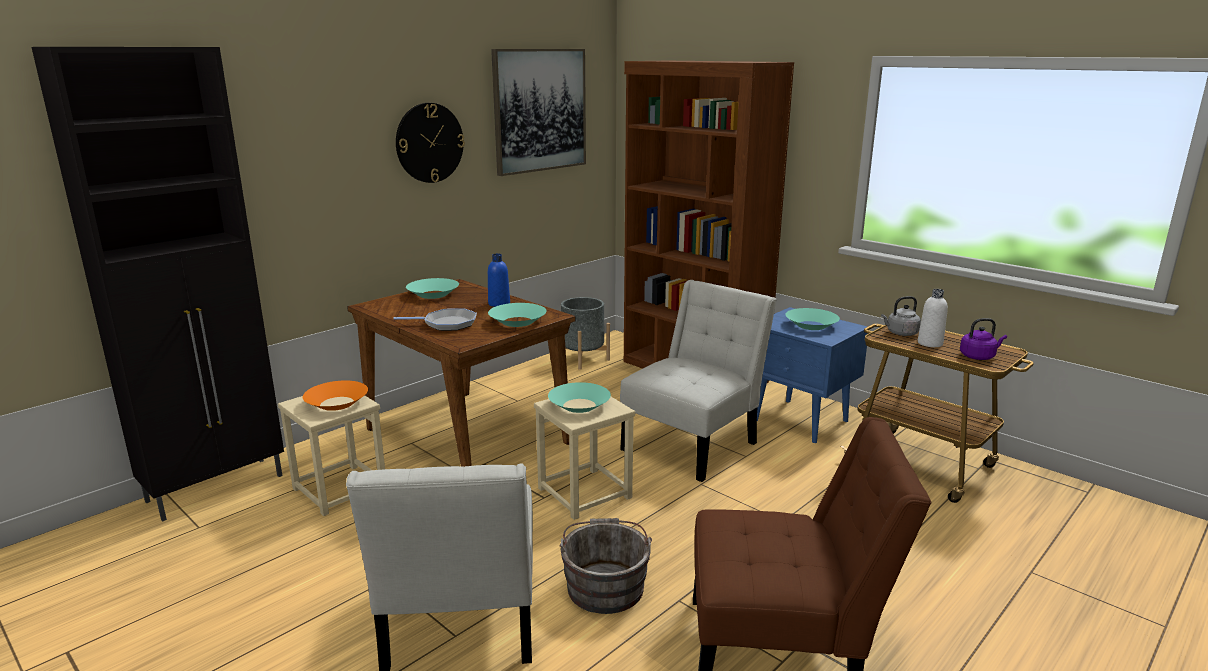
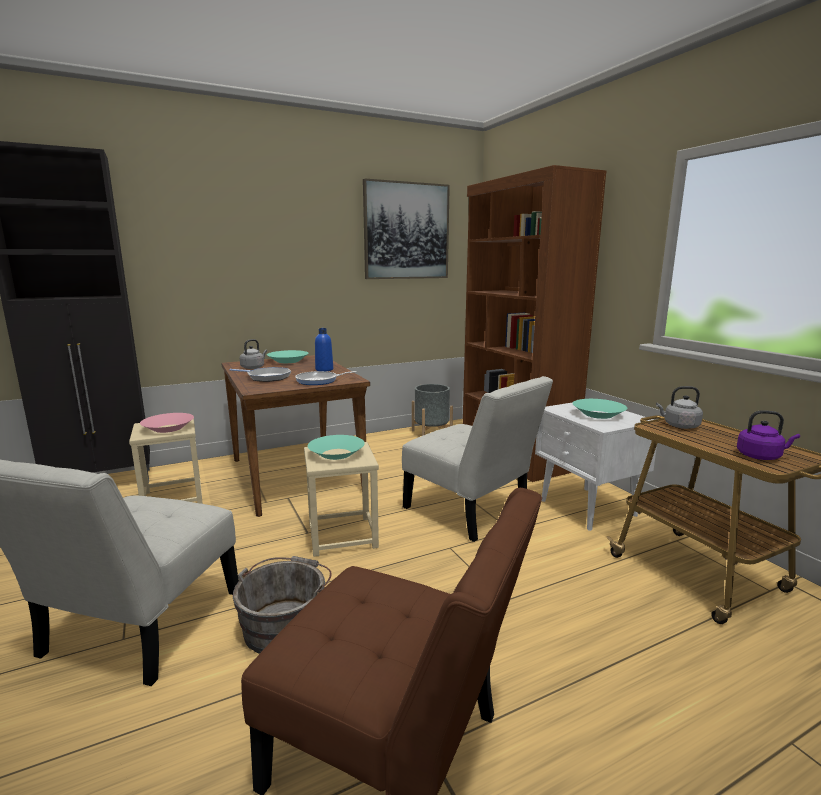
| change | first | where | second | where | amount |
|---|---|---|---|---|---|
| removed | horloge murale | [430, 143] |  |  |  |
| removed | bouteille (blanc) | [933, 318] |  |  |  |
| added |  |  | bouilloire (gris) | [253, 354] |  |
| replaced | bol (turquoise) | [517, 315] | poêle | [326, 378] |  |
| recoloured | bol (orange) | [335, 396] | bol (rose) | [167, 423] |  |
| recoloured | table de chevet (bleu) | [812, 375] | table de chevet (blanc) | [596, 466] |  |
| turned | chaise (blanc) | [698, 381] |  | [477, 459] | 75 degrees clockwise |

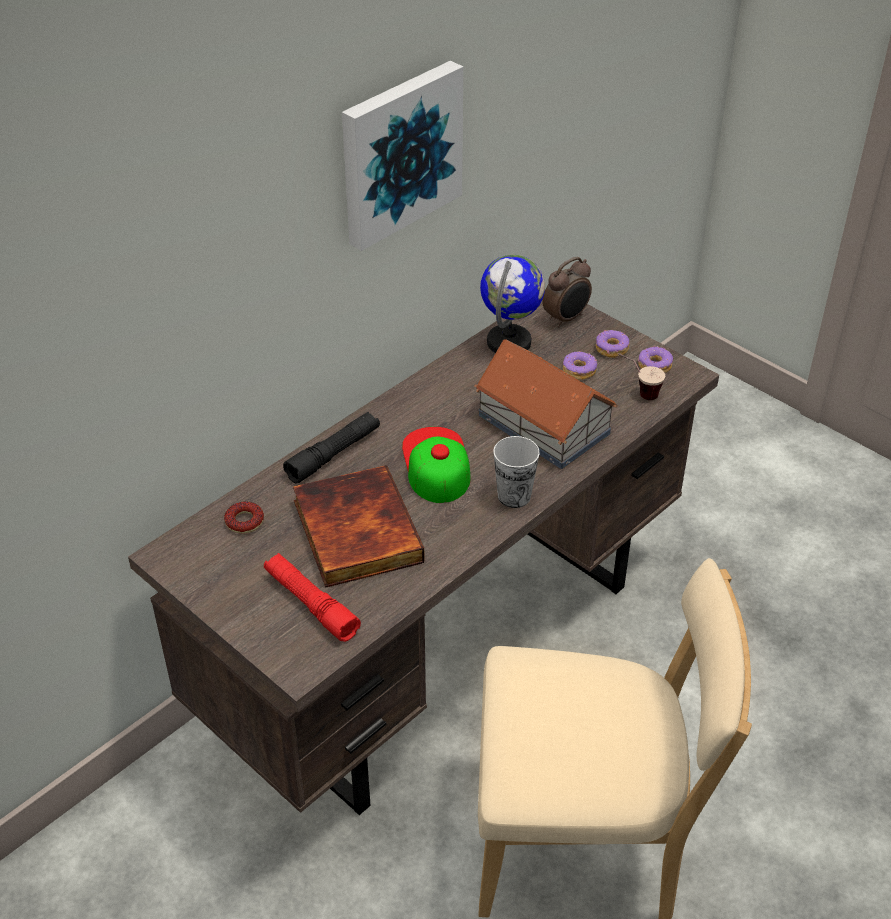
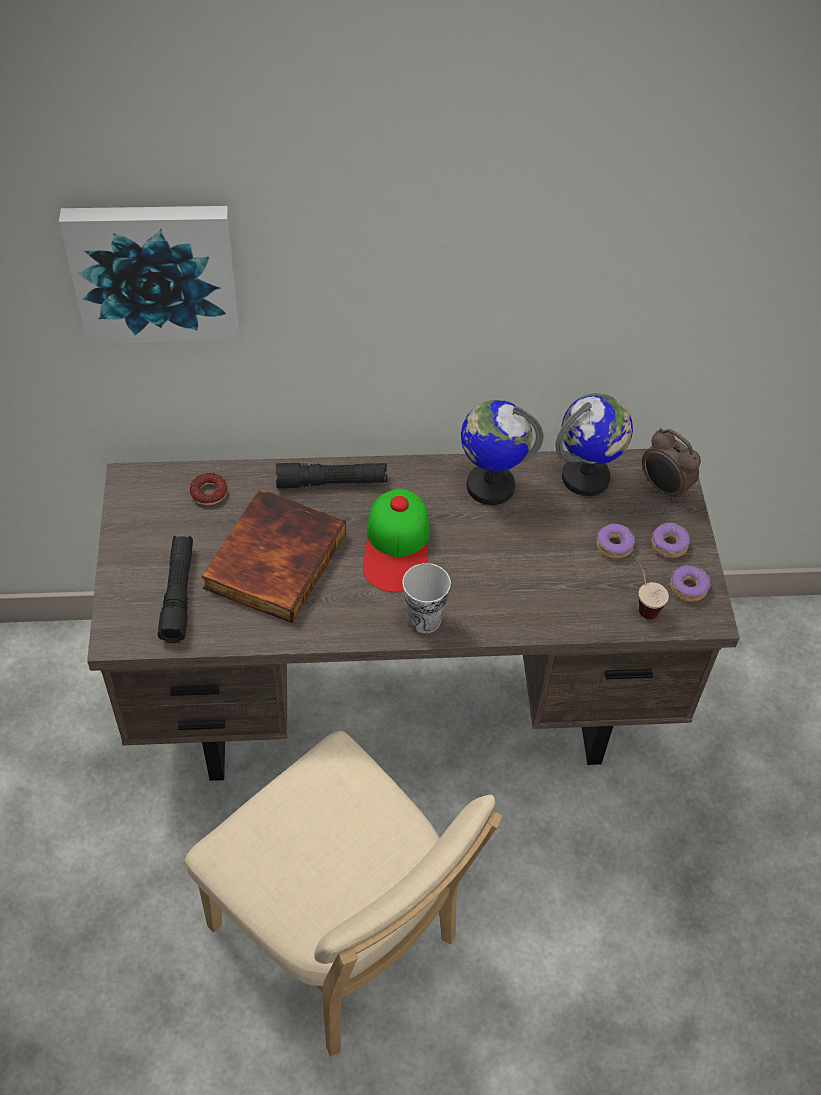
| change | first | where | second | where | amount |
|---|---|---|---|---|---|
| removed | maison miniature | [545, 404] |  |  |  |
| added |  |  | globe | [502, 452] |  |
| moved | tableau | [402, 156] |  | [149, 274] |  |
| recoloured | lampe de poche (rouge) | [312, 597] | lampe de poche (noir) | [175, 589] |  |
| turned | casquette | [436, 465] |  | [396, 540] | 150 degrees clockwise |
| turned | réveil | [567, 292] |  | [671, 465] | 45 degrees clockwise |

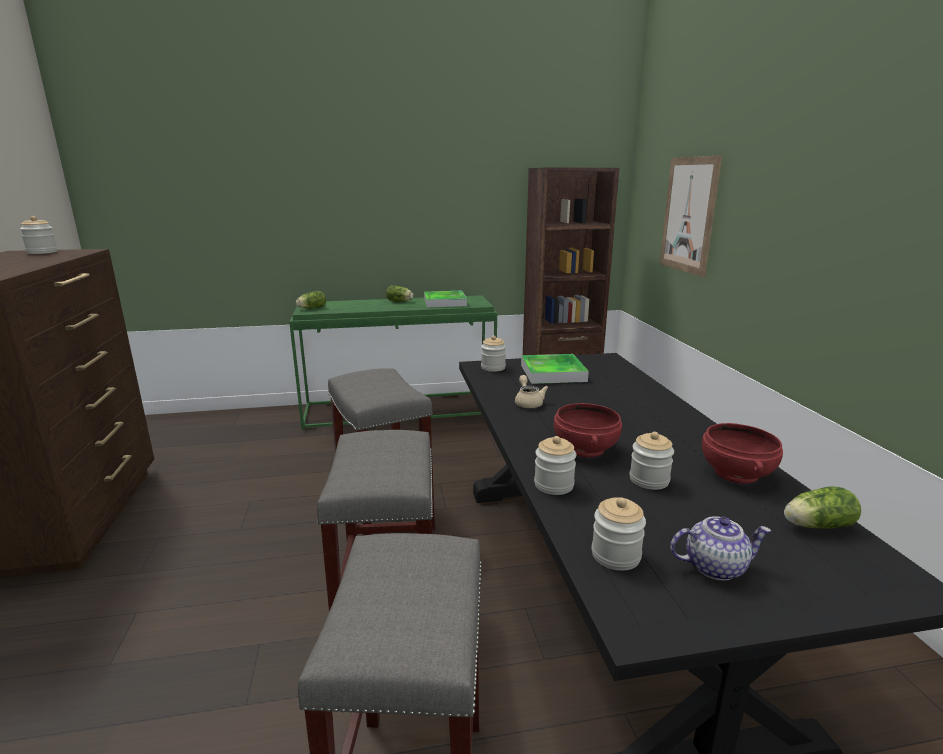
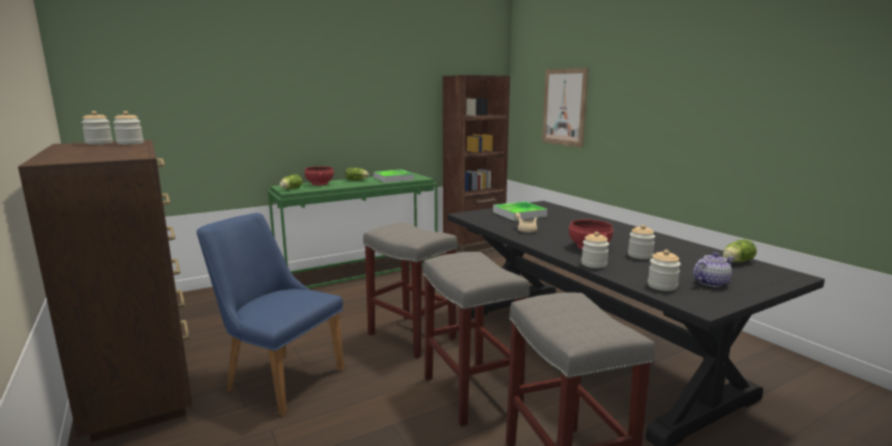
| change | first | where | second | where | amount |
|---|---|---|---|---|---|
| added |  |  | chaise (bleu) | [270, 314] |  |
| moved | bocal | [493, 353] |  | [128, 128] |  |
| moved | bol (rouge) | [742, 453] |  | [319, 176] |  |

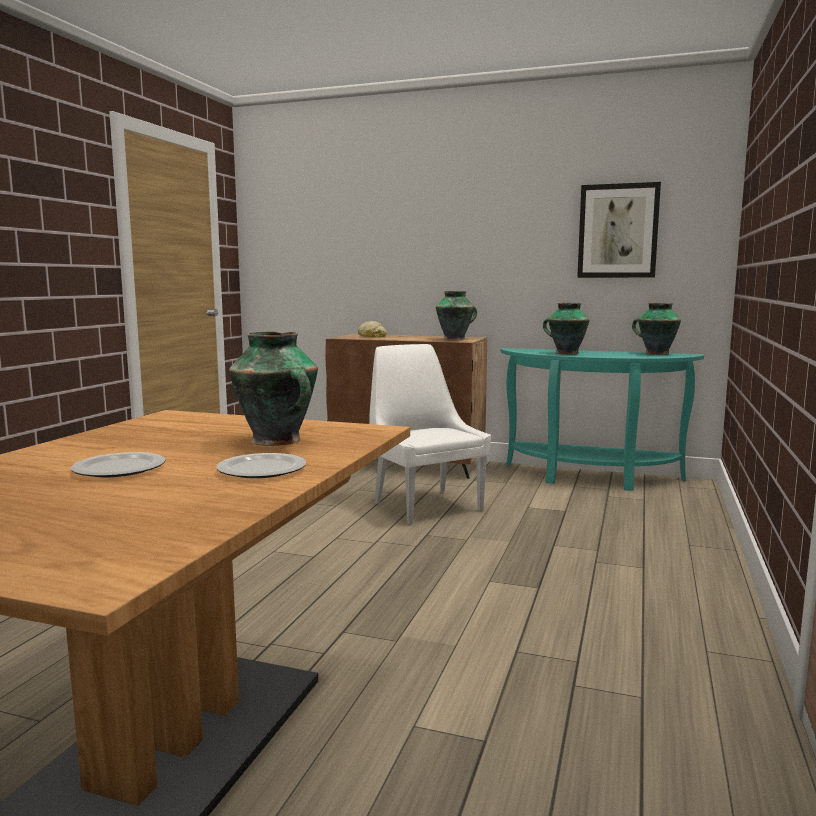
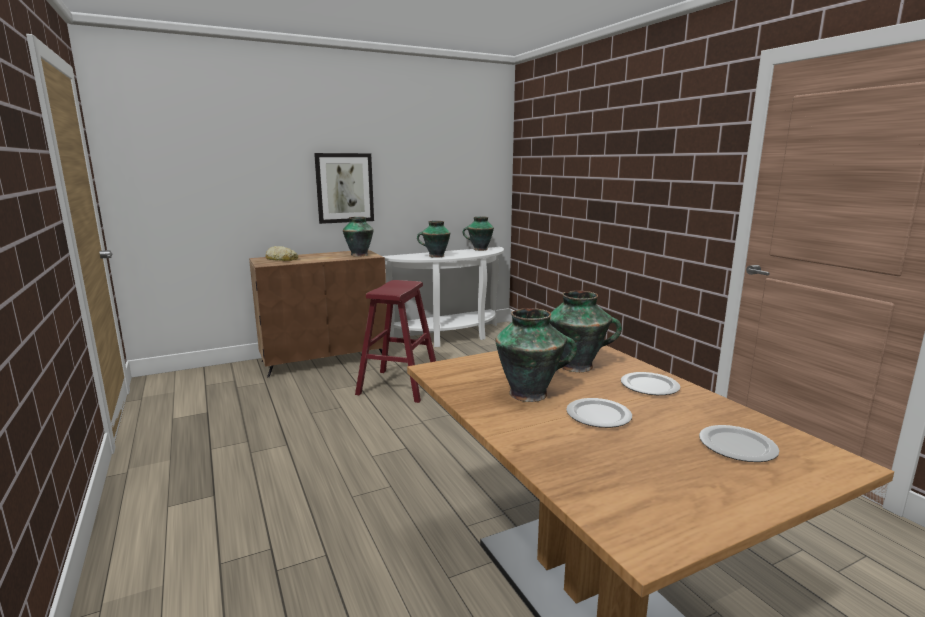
| change | first | where | second | where | amount |
|---|---|---|---|---|---|
| added |  |  | vase | [536, 355] |  |
| added |  |  | assiette | [739, 443] |  |
| moved | tableau | [619, 230] |  | [344, 188] |  |
| replaced | chaise (blanc) | [430, 434] | tabouret (rouge) | [395, 341] |  |
| recoloured | table console (turquoise) | [602, 419] | table console (blanc) | [443, 297] |  |

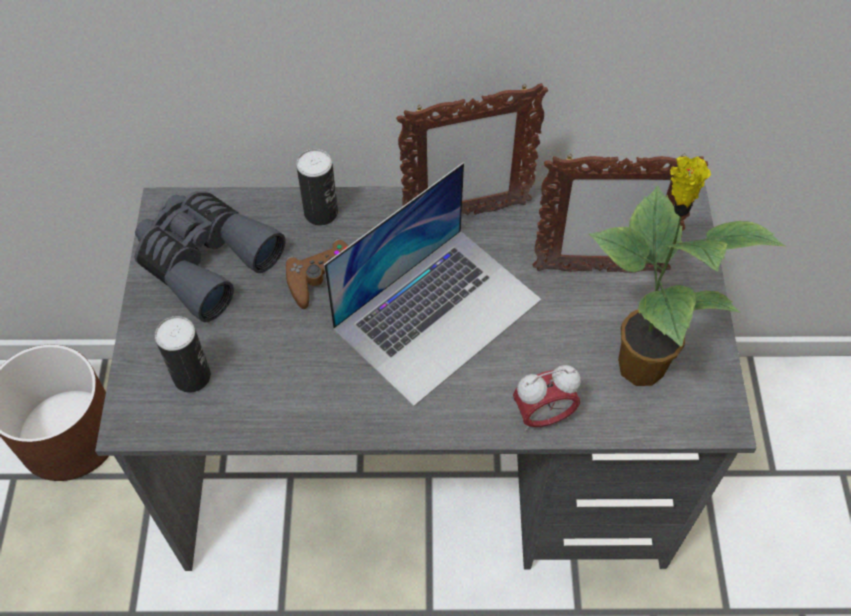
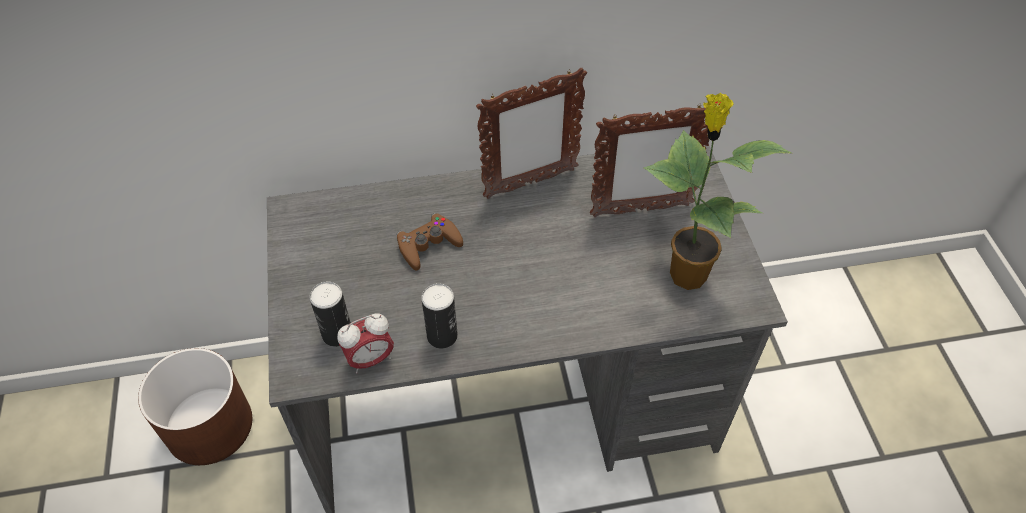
| change | first | where | second | where | amount |
|---|---|---|---|---|---|
| removed | jumelles (gris) | [210, 256] |  |  |  |
| removed | ordinateur portable | [432, 284] |  |  |  |
| moved | boîte métallique | [317, 187] |  | [439, 316] |  |
| moved | réveil | [547, 398] |  | [365, 343] |  |

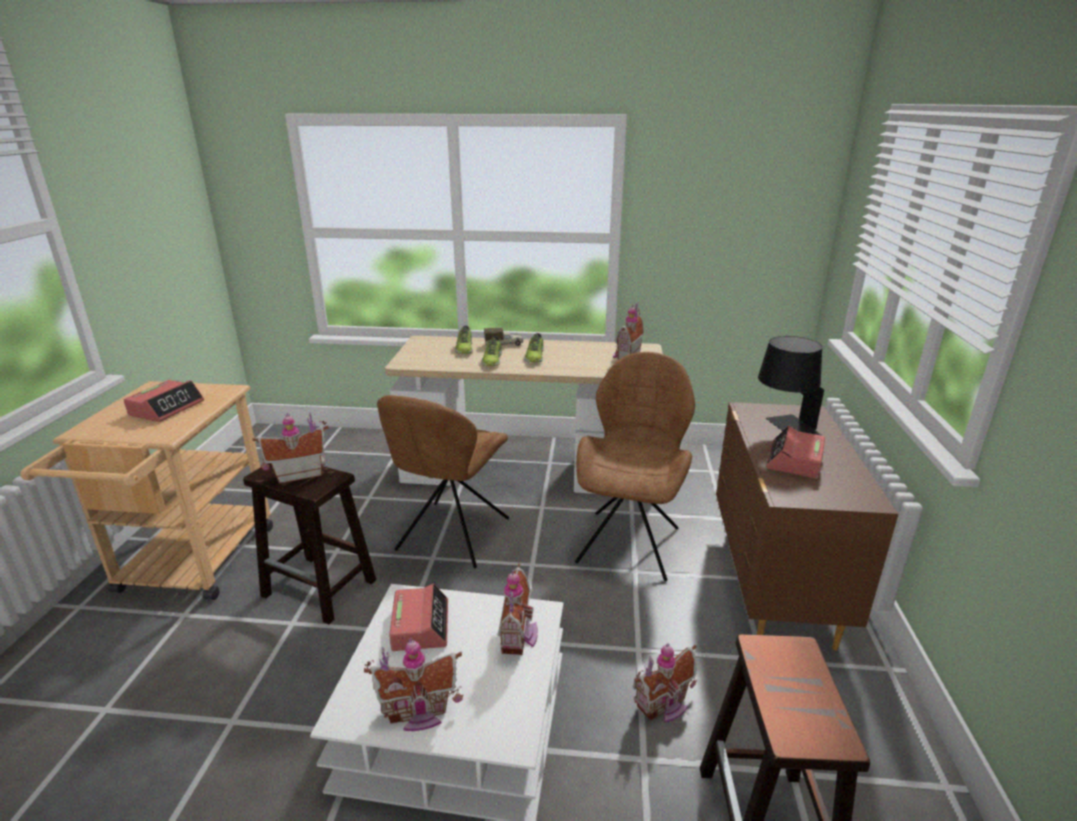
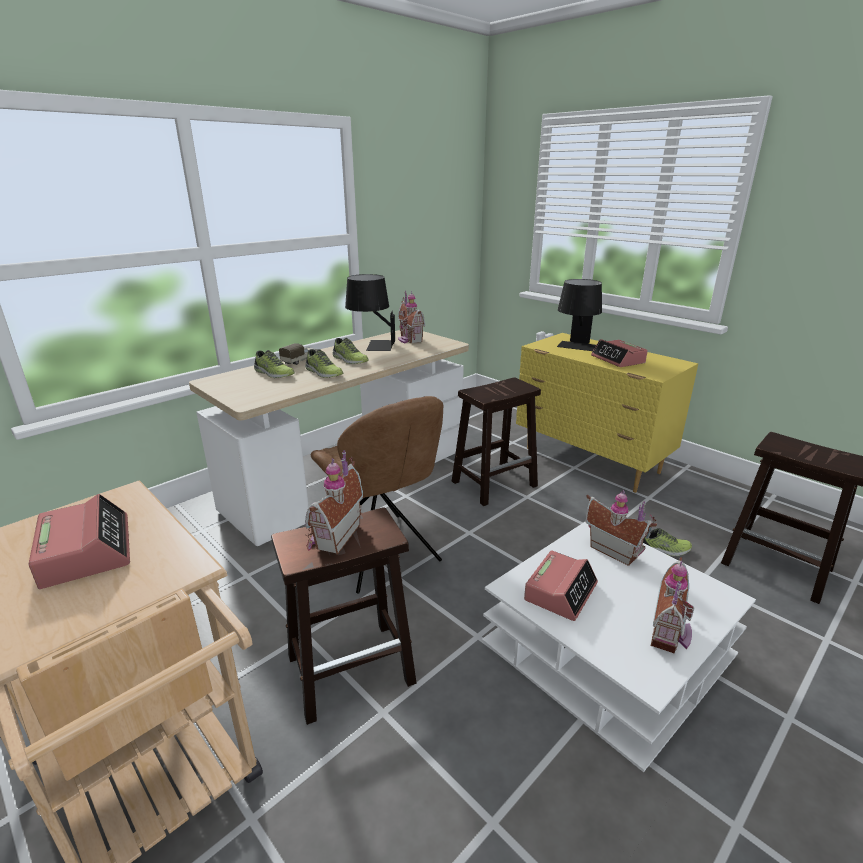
| change | first | where | second | where | amount |
|---|---|---|---|---|---|
| added |  |  | lampe de table (noir) | [370, 312] |  |
| replaced | chaise (marron) | [635, 466] | tabouret (marron) | [496, 441] |  |
| replaced | maison miniature | [665, 683] | chaussure | [667, 542] |  |
| recoloured | commode (marron) | [807, 526] | commode (jaune) | [607, 413] |  |
| turned | réveil | [418, 617] |  | [561, 585] | 90 degrees clockwise |

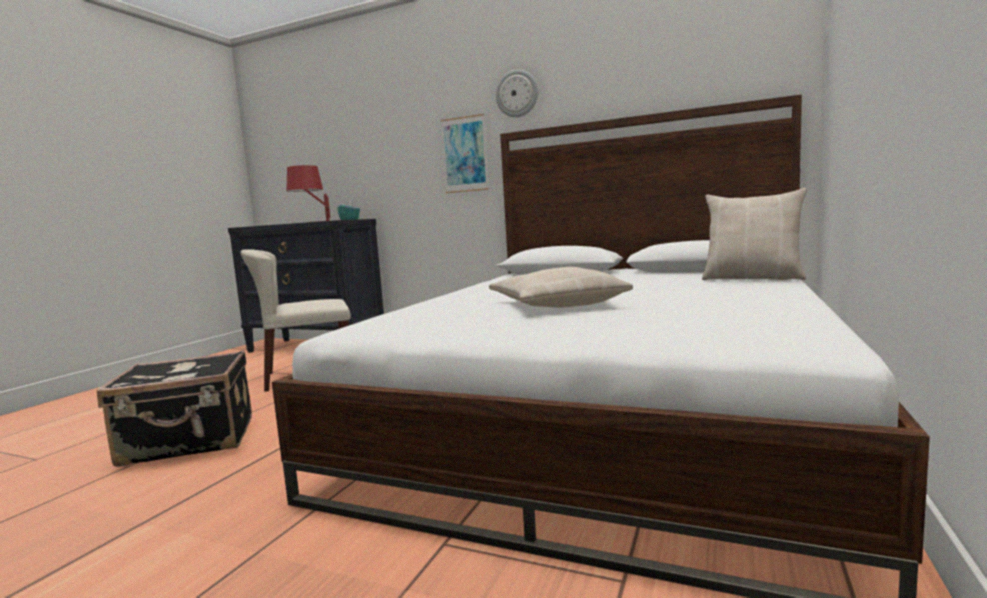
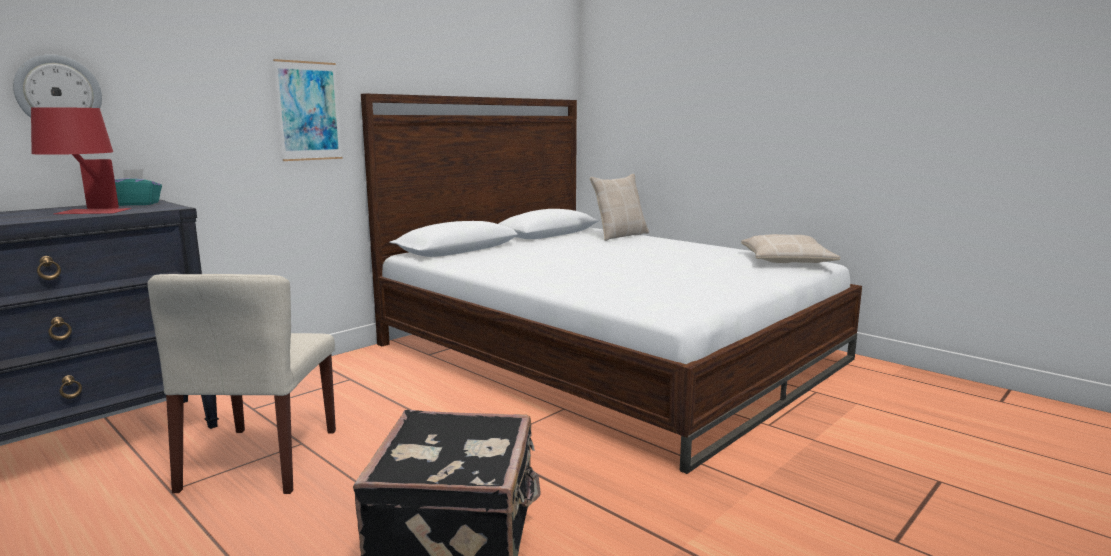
| change | first | where | second | where | amount |
|---|---|---|---|---|---|
| moved | coussin (beige) | [561, 287] |  | [790, 248] |  |
| moved | horloge murale | [517, 93] |  | [57, 86] |  |

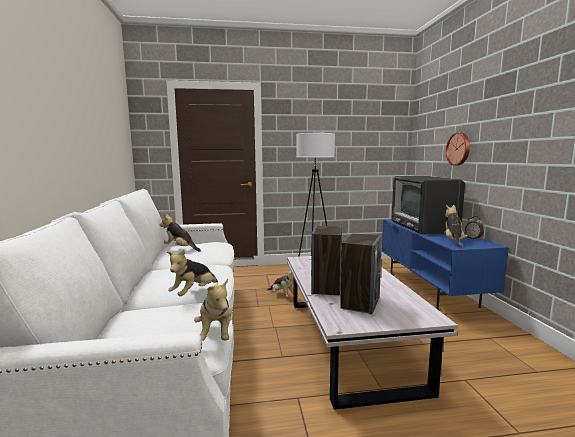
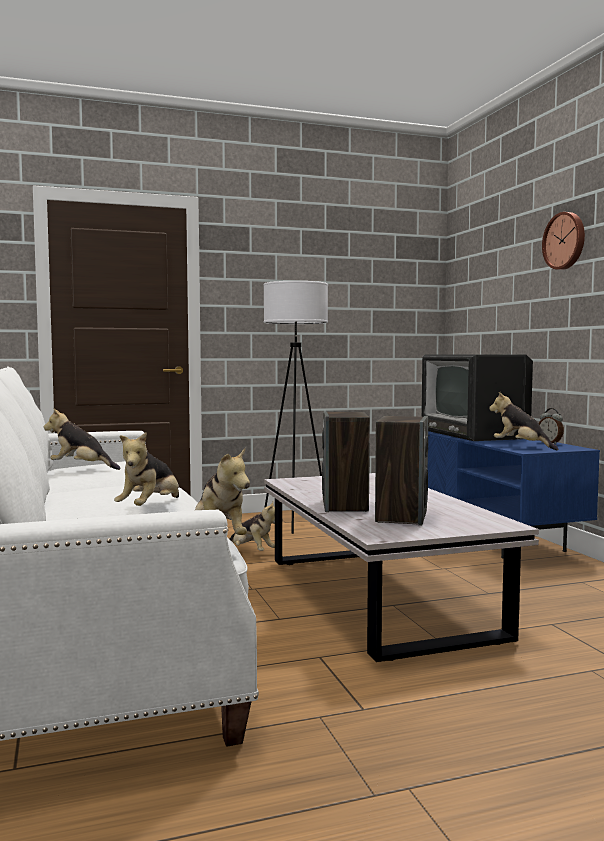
| change | first | where | second | where | amount |
|---|---|---|---|---|---|
| moved | horloge murale | [458, 149] |  | [563, 241] |  |
| turned | peluche | [456, 226] |  | [524, 421] | 45 degrees counterclockwise |

